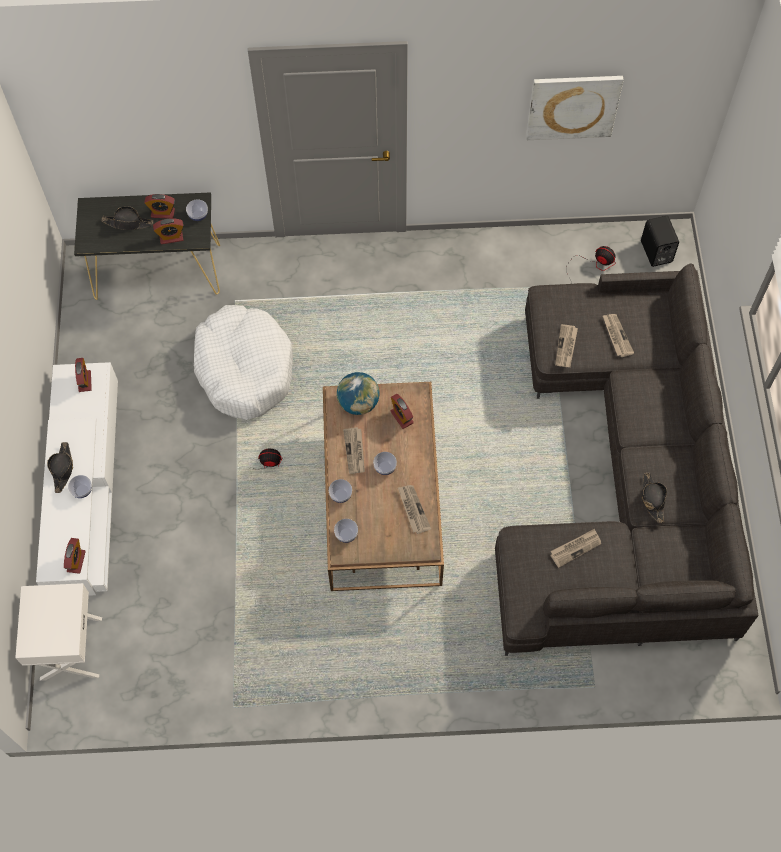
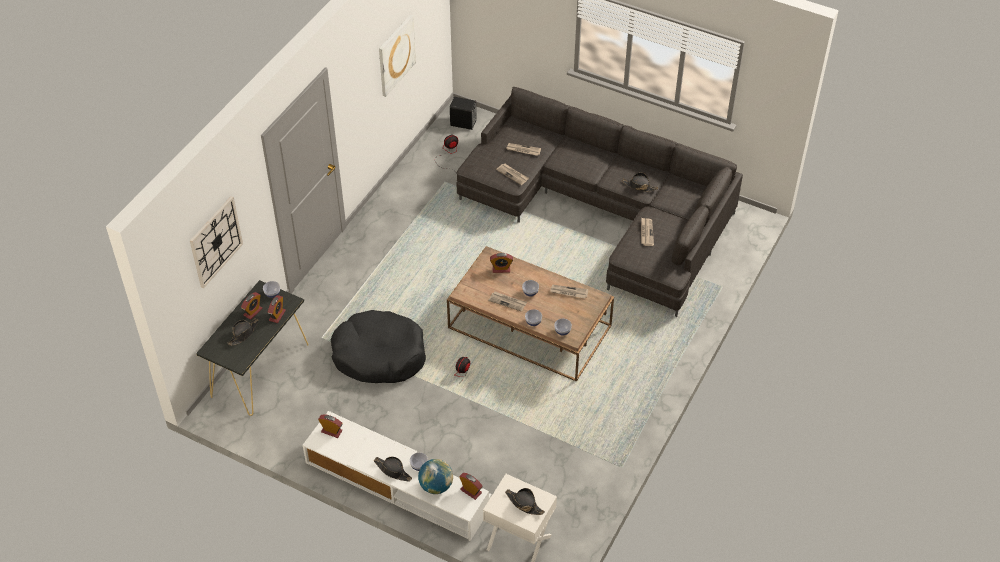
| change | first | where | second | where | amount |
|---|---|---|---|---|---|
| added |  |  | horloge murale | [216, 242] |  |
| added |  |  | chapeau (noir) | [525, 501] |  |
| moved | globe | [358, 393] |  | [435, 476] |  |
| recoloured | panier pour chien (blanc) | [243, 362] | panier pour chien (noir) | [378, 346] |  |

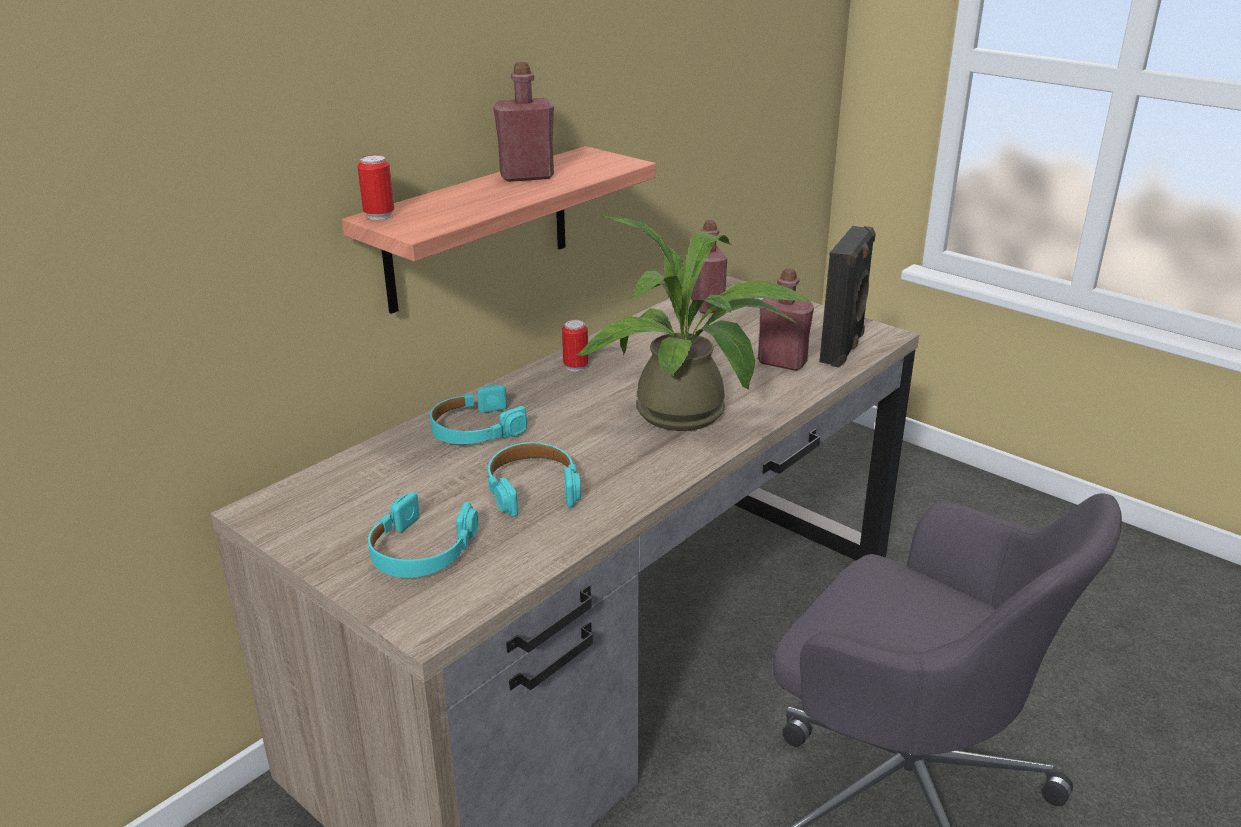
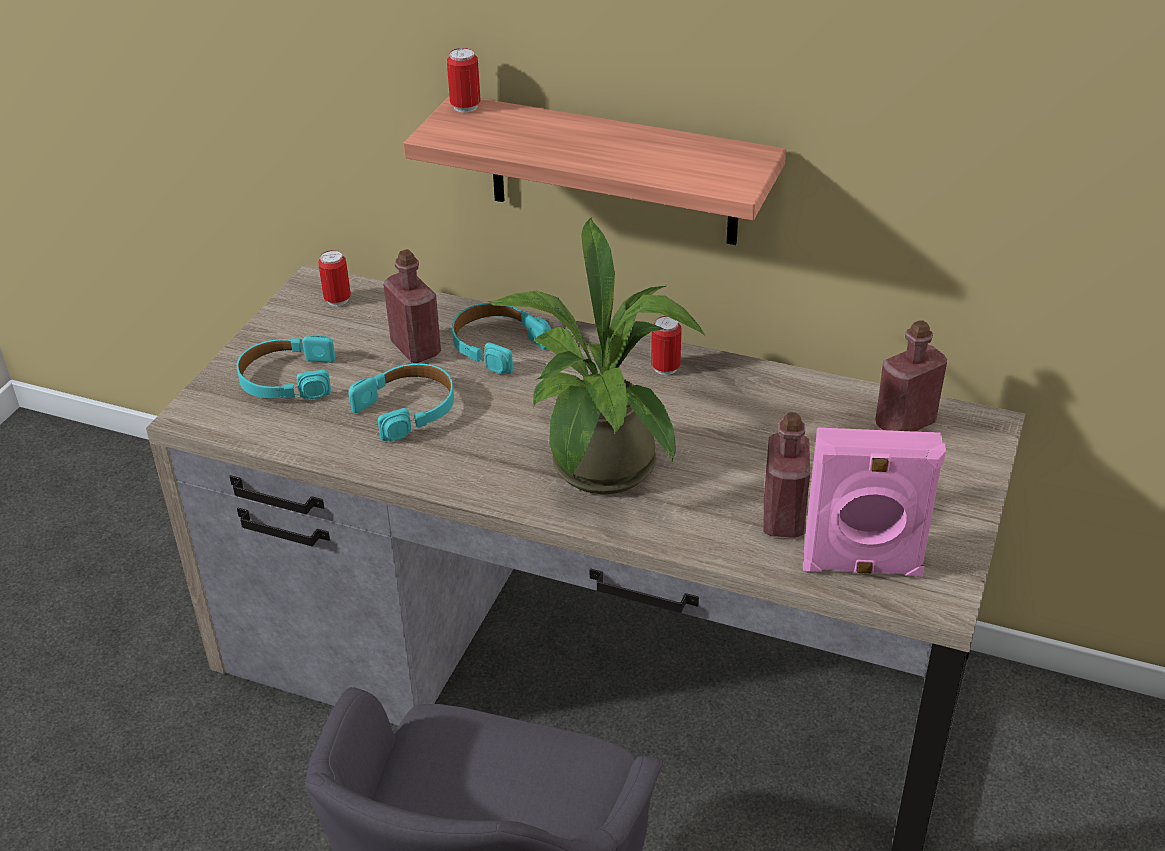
| change | first | where | second | where | amount |
|---|---|---|---|---|---|
| added |  |  | boîte métallique | [334, 278] |  |
| moved | bouteille (rouge) | [523, 122] |  | [412, 306] |  |
| recoloured | enceinte (noir) | [847, 296] | enceinte (rose) | [874, 502] |  |

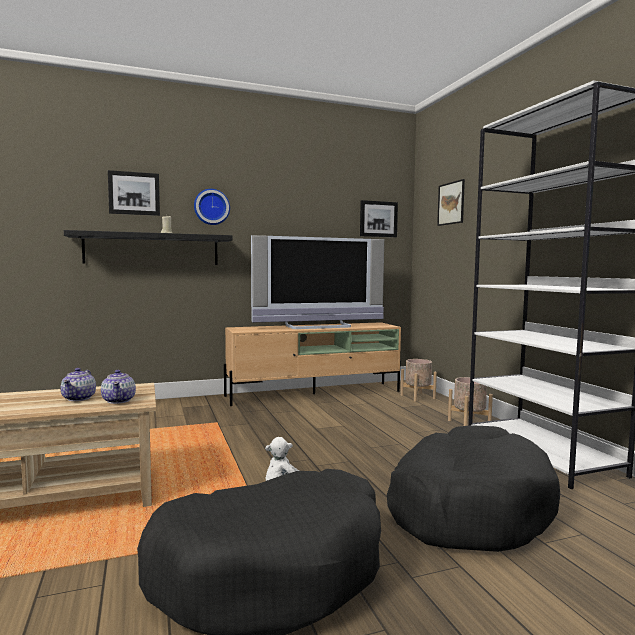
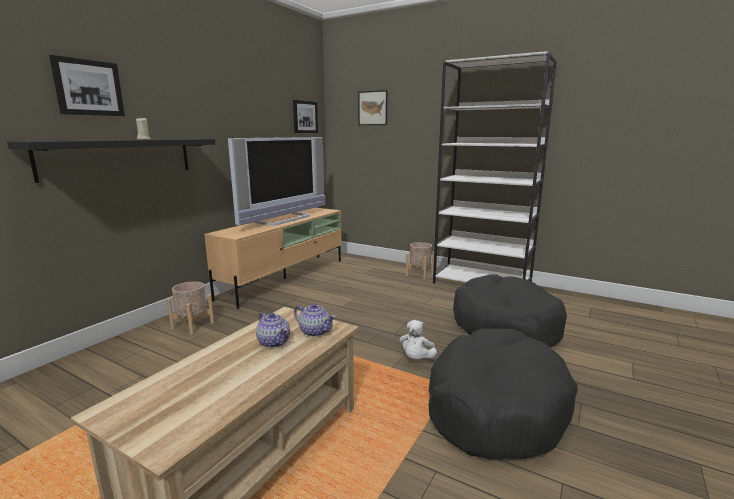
| change | first | where | second | where | amount |
|---|---|---|---|---|---|
| removed | horloge murale | [212, 207] |  |  |  |
| moved | cache-pot (beige) | [419, 380] |  | [190, 308] |  |

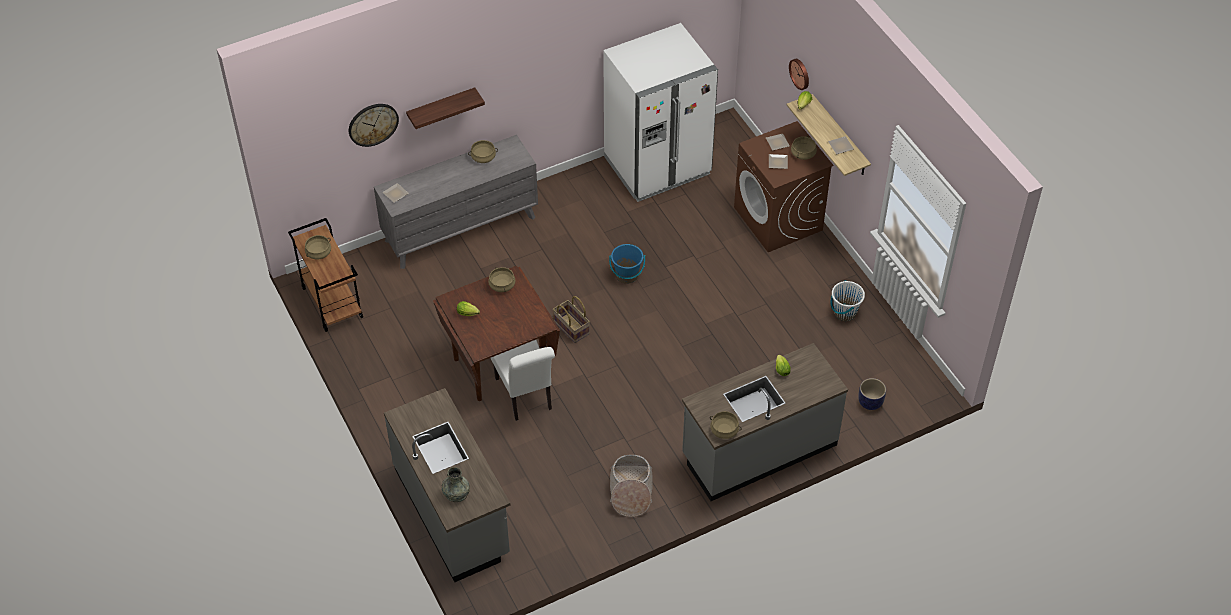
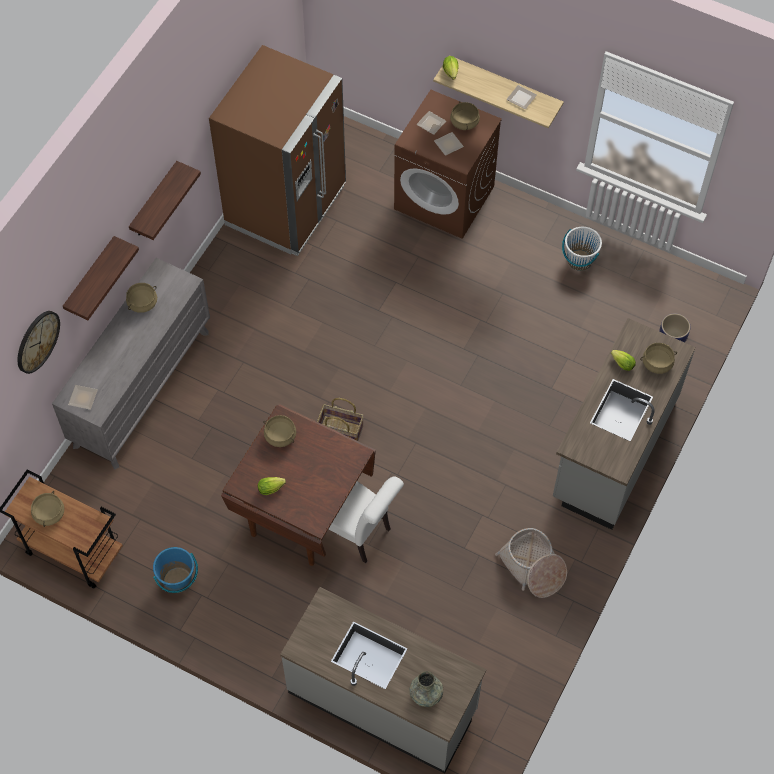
| change | first | where | second | where | amount |
|---|---|---|---|---|---|
| removed | horloge murale | [799, 74] |  |  |  |
| added |  |  | étagère | [165, 200] |  |
| moved | seau (bleu) | [627, 264] |  | [175, 570] |  |
| moved | marmite (beige) | [726, 425] |  | [658, 358] |  |
| recoloured | réfrigérateur (blanc) | [660, 112] | réfrigérateur (marron) | [277, 150] |  |

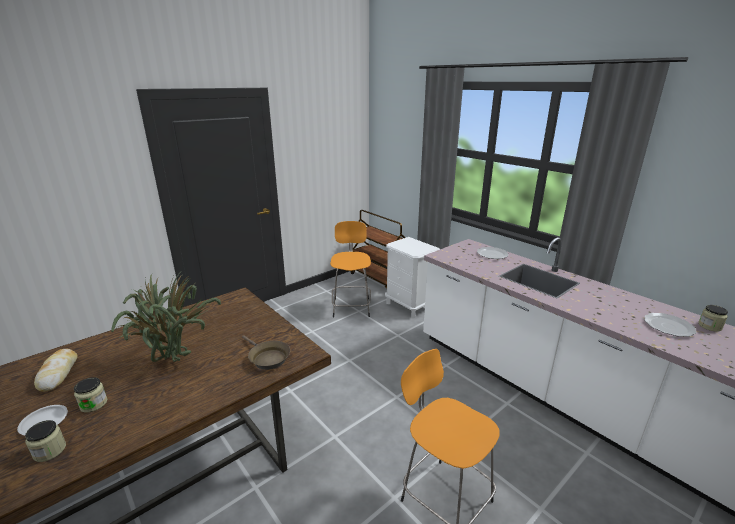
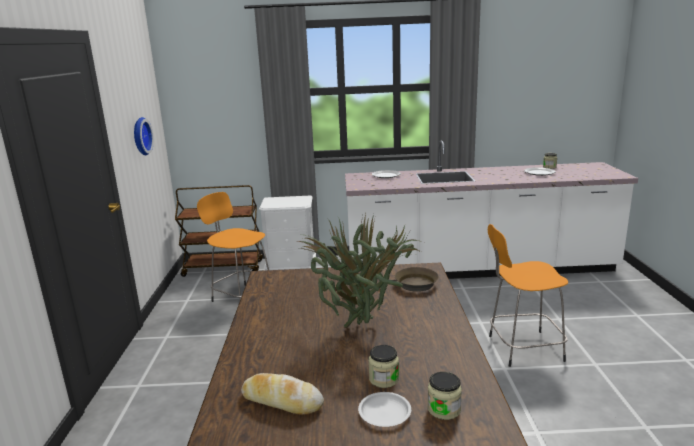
| change | first | where | second | where | amount |
|---|---|---|---|---|---|
| added |  |  | horloge murale | [144, 136] |  |

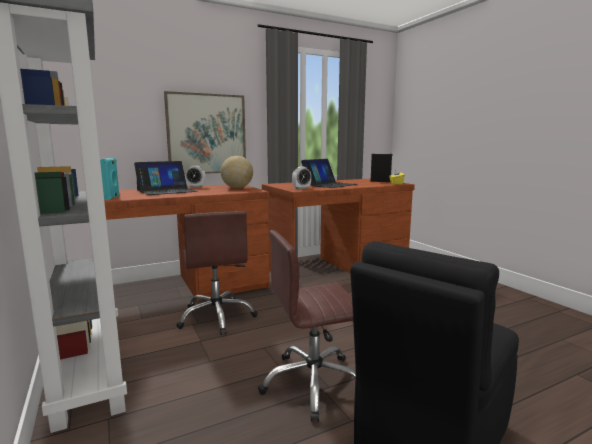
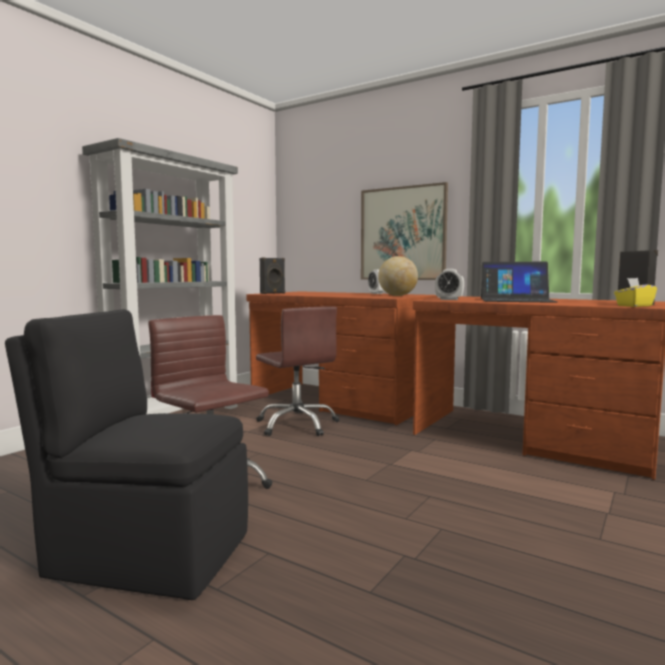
| change | first | where | second | where | amount |
|---|---|---|---|---|---|
| removed | ordinateur portable | [165, 178] |  |  |  |
| recoloured | enceinte (turquoise) | [110, 179] | enceinte (noir) | [272, 275] |  |
| turned | chaise de bureau (marron) | [217, 273] |  | [297, 371] | 75 degrees counterclockwise |

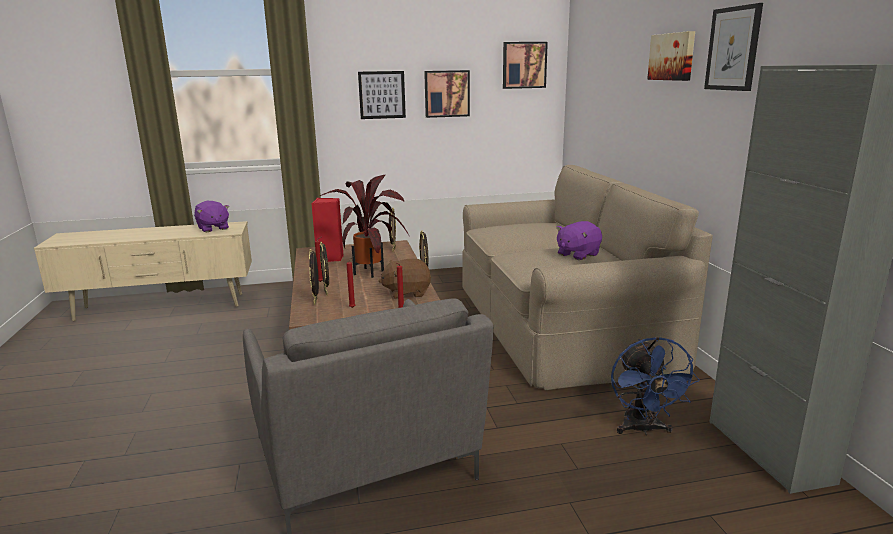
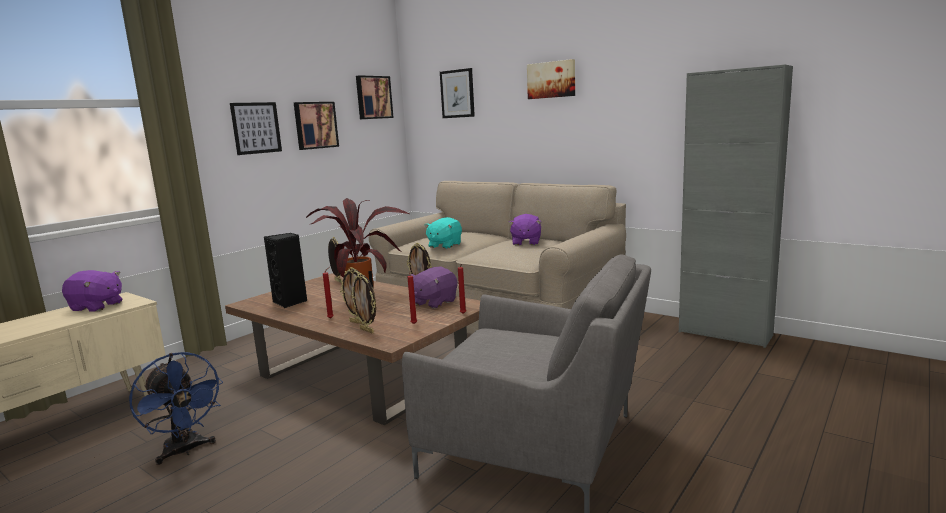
| change | first | where | second | where | amount |
|---|---|---|---|---|---|
| added |  |  | peluche (turquoise) | [443, 233] |  |
| moved | ventilateur (bleu) | [655, 386] |  | [176, 408] |  |
| moved | tableau | [733, 47] |  | [457, 93] |  |
| recoloured | enceinte (rouge) | [327, 230] | enceinte (noir) | [286, 270] |  |
| recoloured | peluche (marron) | [405, 279] | peluche (violet) | [433, 287] |  |

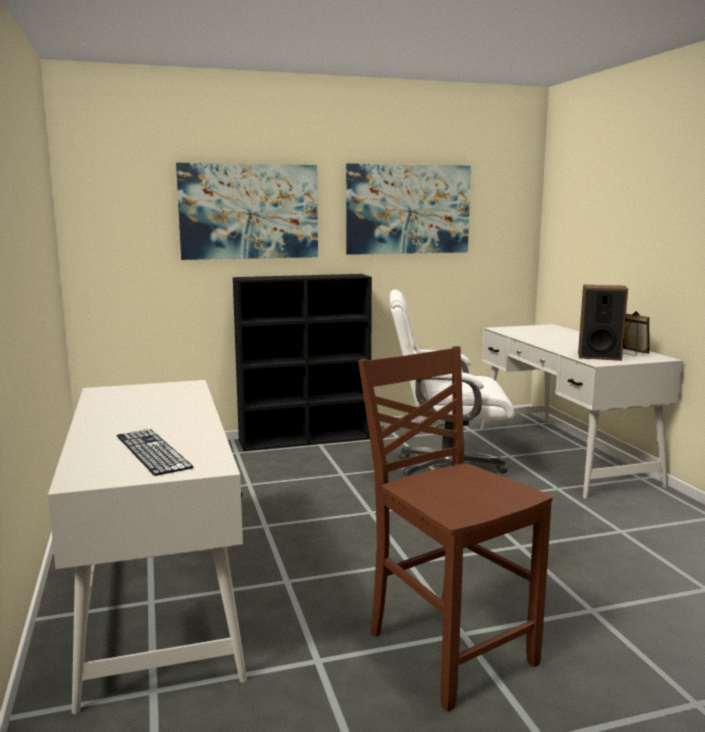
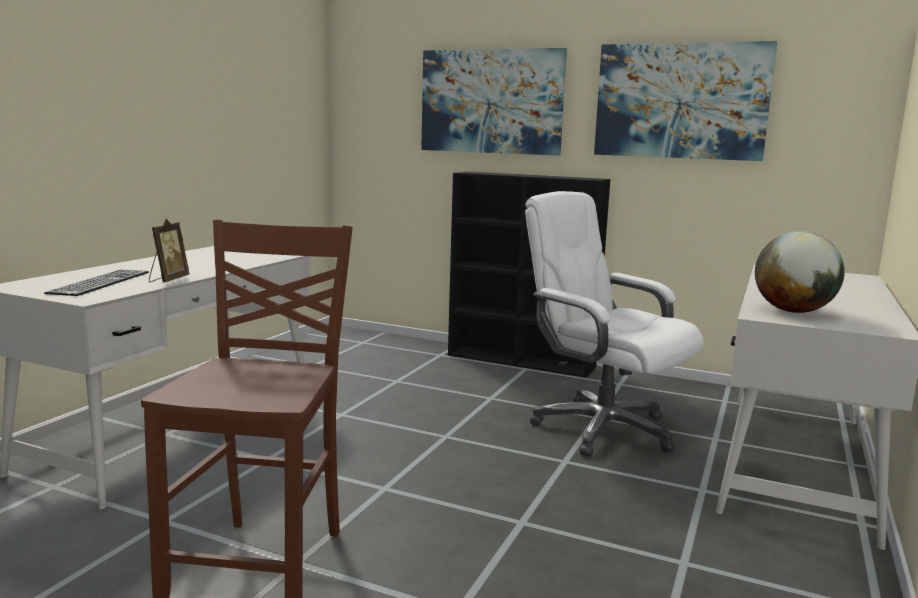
| change | first | where | second | where | amount |
|---|---|---|---|---|---|
| moved | cadre photo | [636, 333] |  | [169, 250] |  |
| replaced | enceinte | [603, 323] | globe | [800, 272] |  |

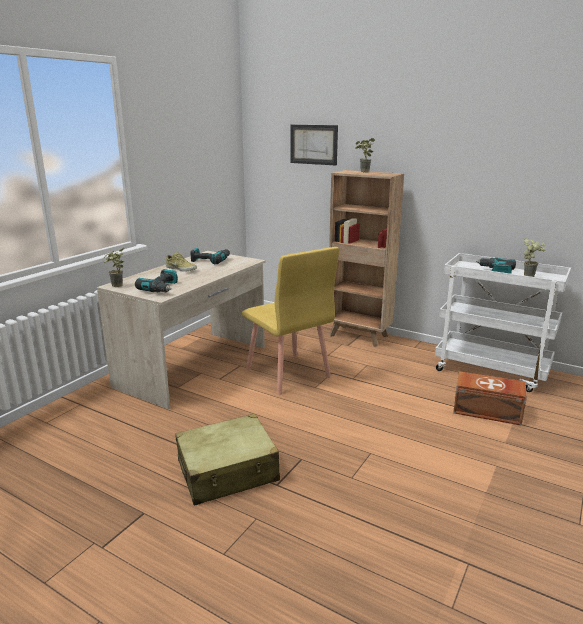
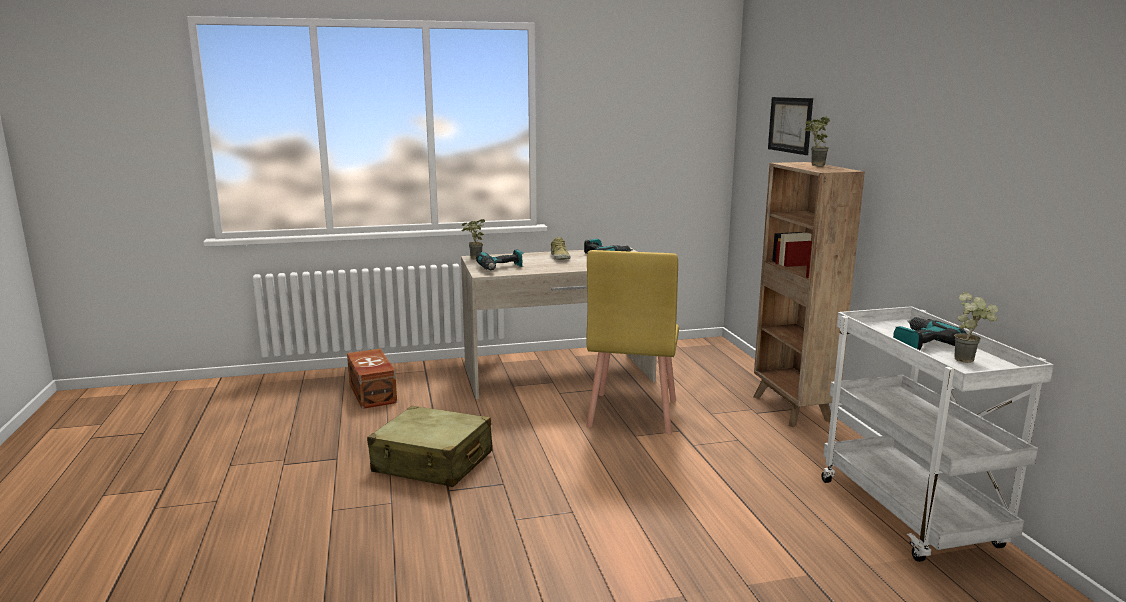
| change | first | where | second | where | amount |
|---|---|---|---|---|---|
| moved | boîte de rangement (marron) | [490, 398] |  | [372, 378] |  |

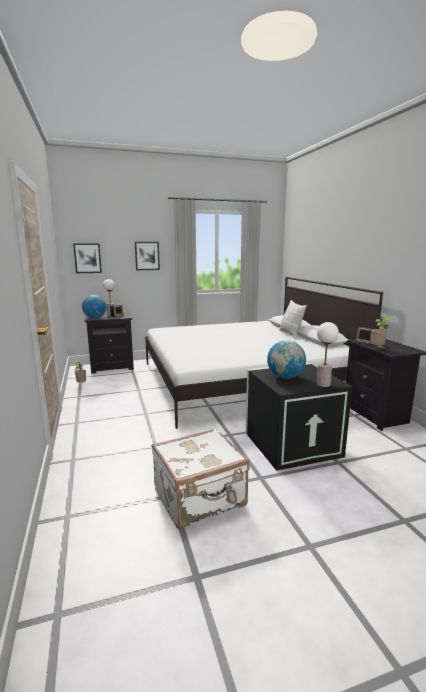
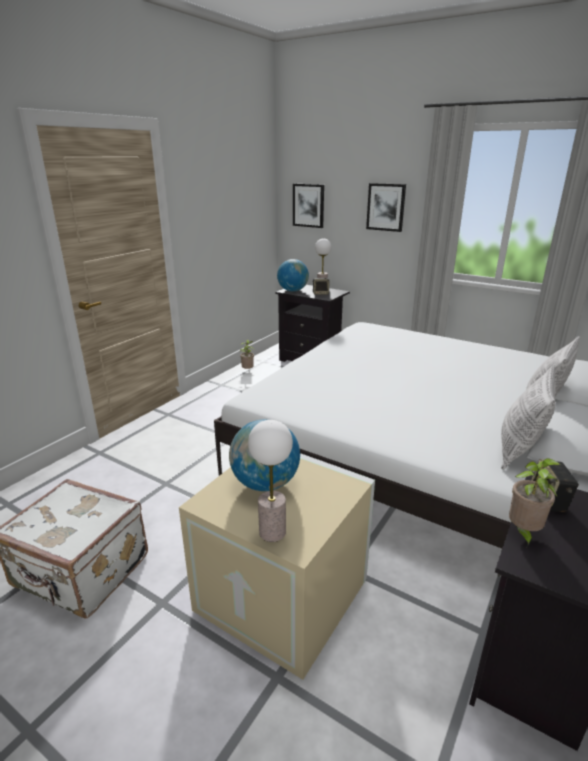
| change | first | where | second | where | amount |
|---|---|---|---|---|---|
| added |  |  | coussin | [528, 417] |  |
| recoloured | boîte de rangement (noir) | [299, 417] | boîte de rangement (beige) | [277, 566] |  |

